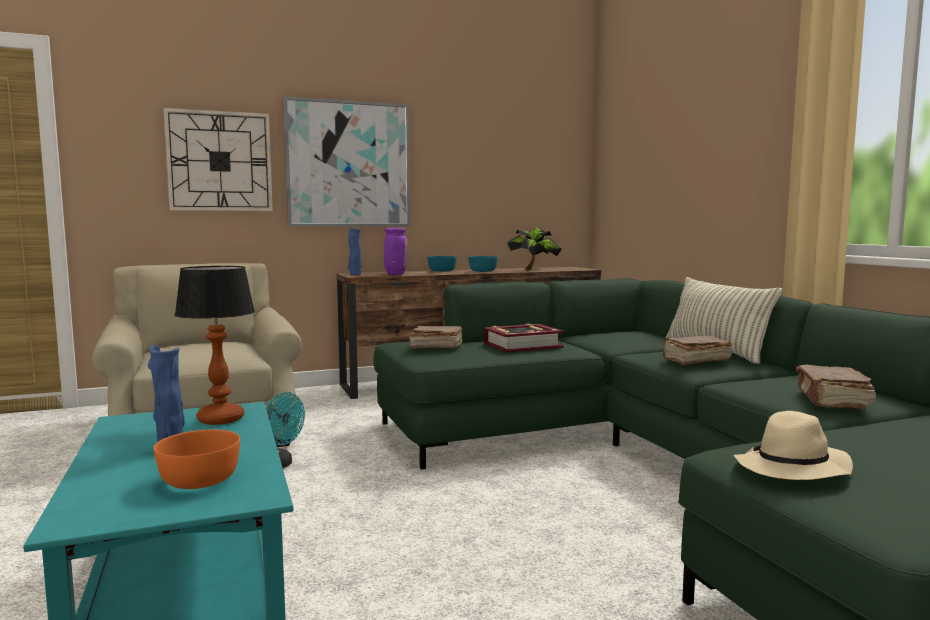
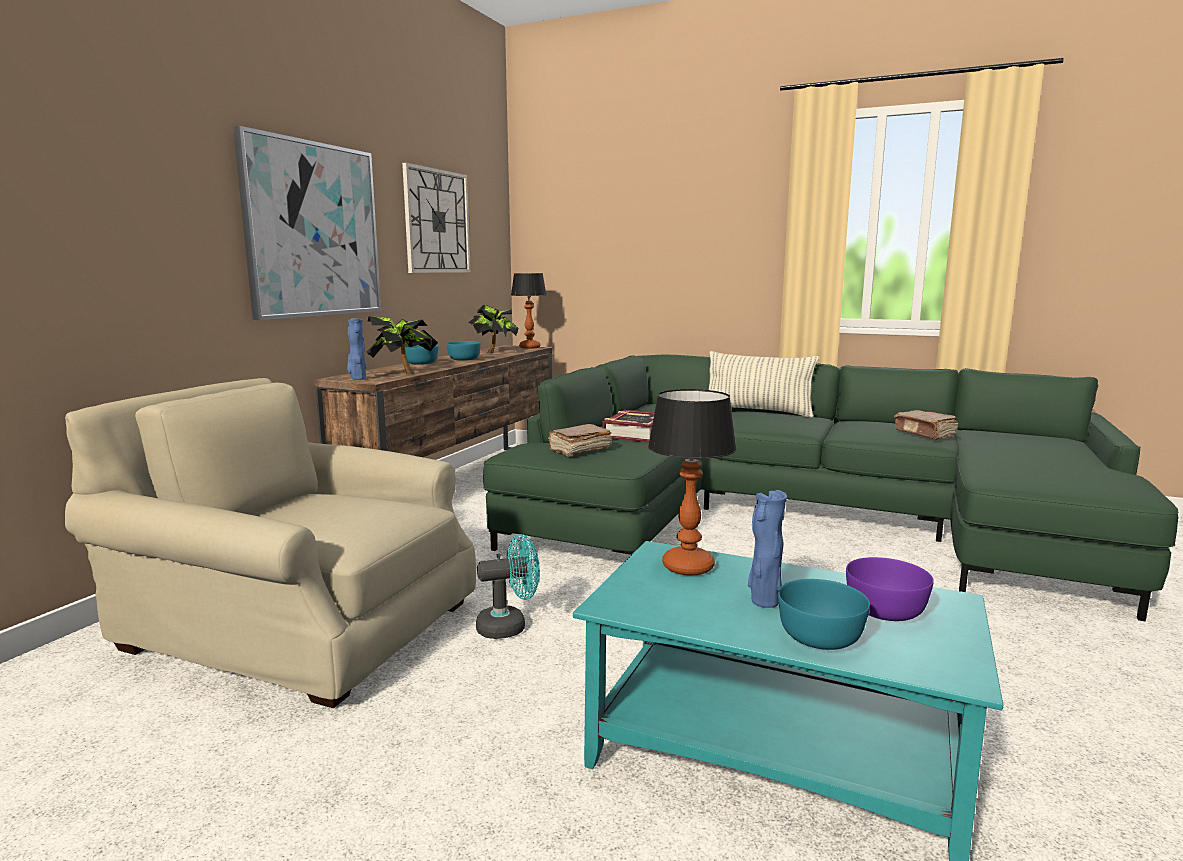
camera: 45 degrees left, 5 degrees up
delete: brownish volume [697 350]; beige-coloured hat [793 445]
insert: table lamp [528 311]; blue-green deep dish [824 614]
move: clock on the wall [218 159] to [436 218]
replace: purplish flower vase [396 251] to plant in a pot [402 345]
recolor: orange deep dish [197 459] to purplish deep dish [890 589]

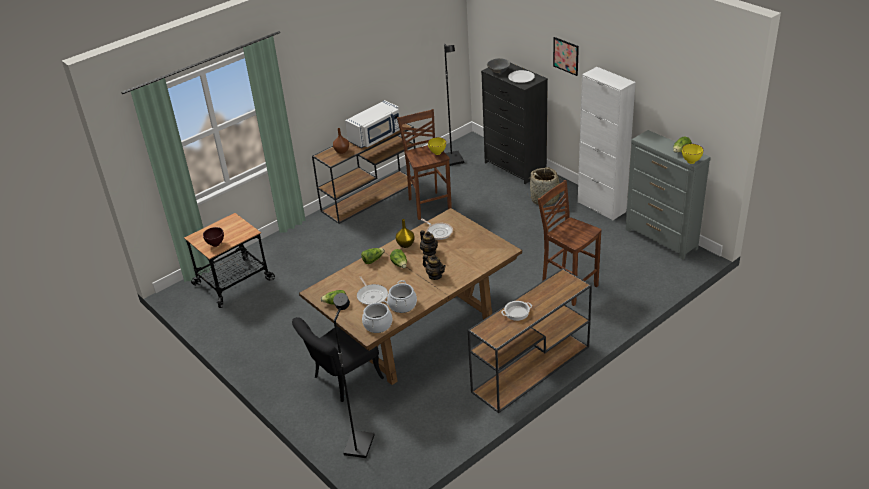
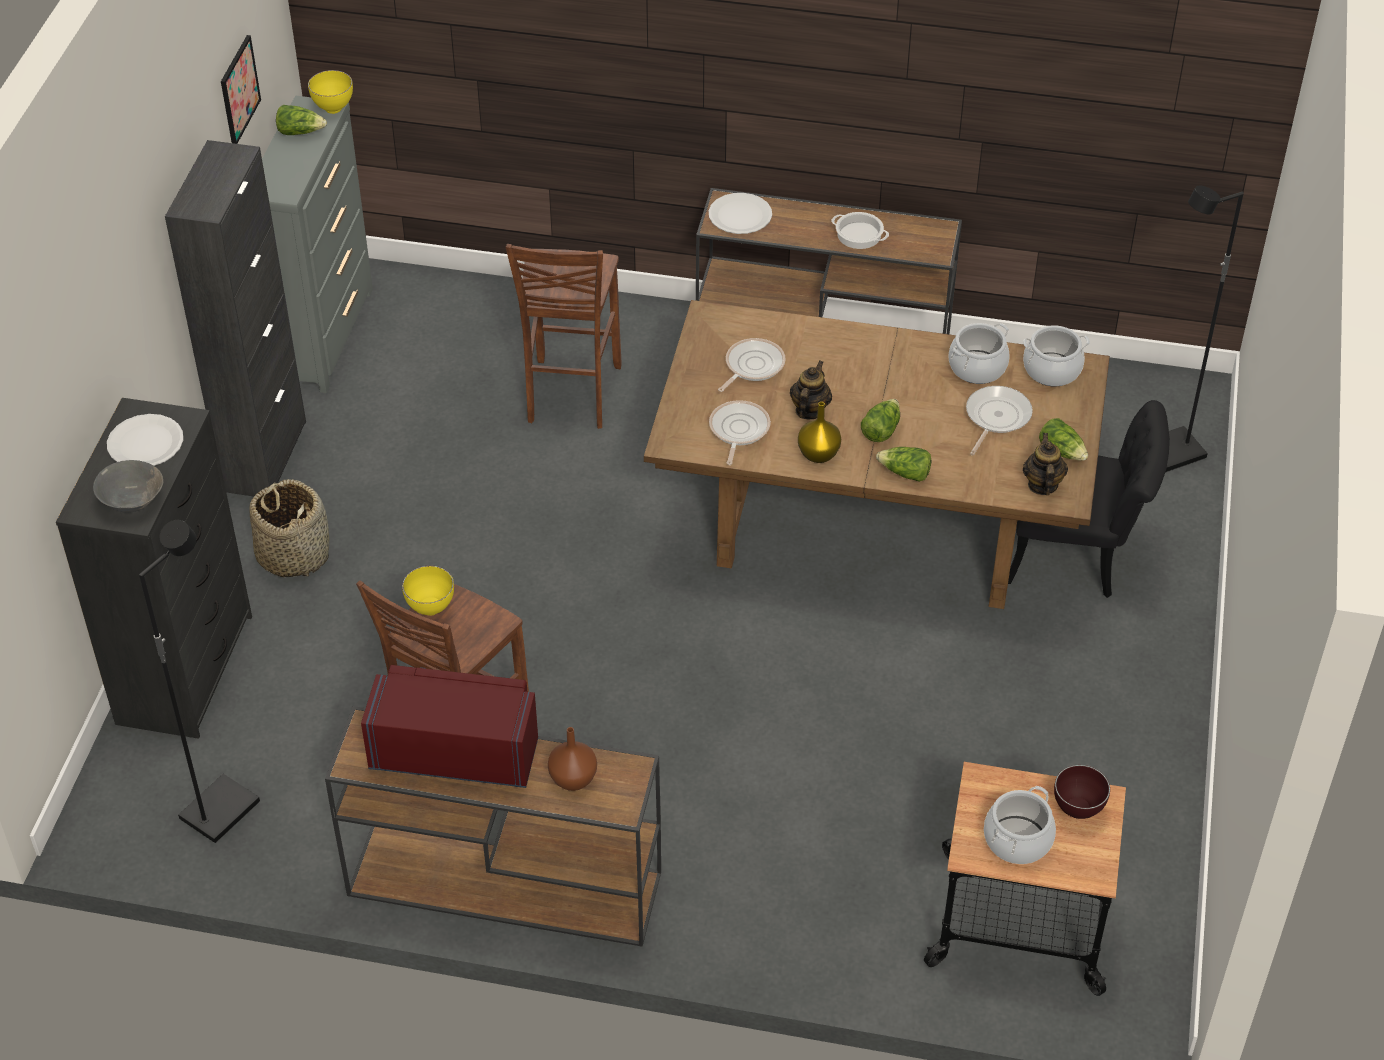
camera: 130 degrees left, 10 degrees up
insert: whitish dinner plate [740 213]; skillet [752 365]; cooking pot [1020 825]
move: picture [566 56] to [241 89]; pot for tea [434 267] to [1045 464]
recolor: whitish cupboard [607 144] to blackish cupboard [235 318]; whitish kitchen microwave [372 124] to red-coloured kitchen microwave [449 726]

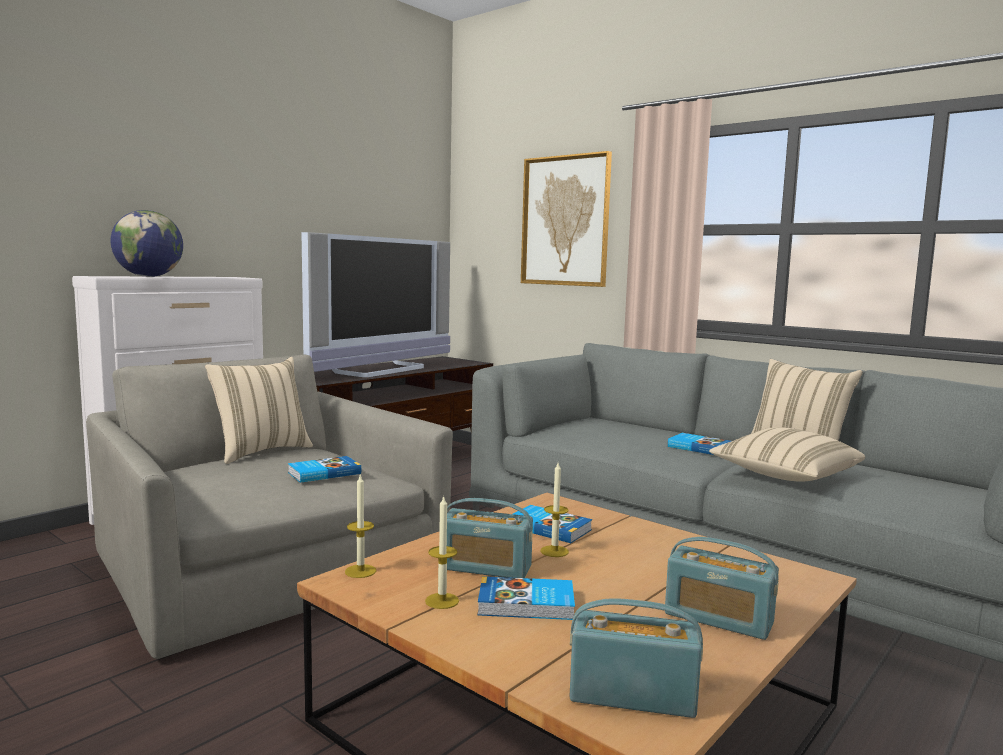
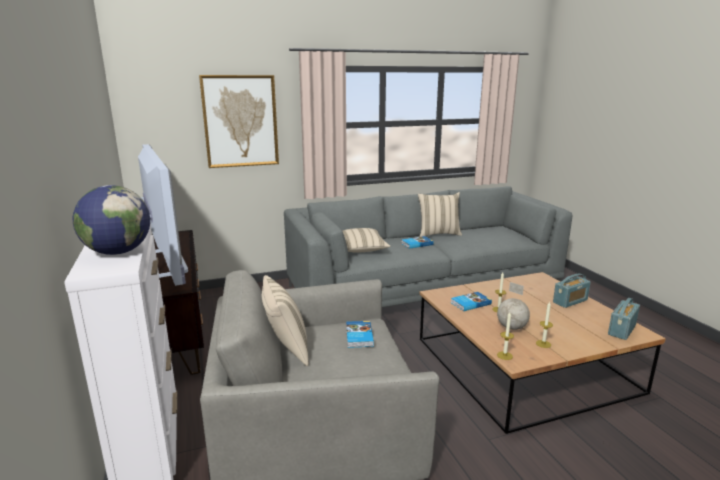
camera: 60 degrees left, 10 degrees up
delete: volume [526 598]
move: beige-coloured cushion [787 454] to [366 240]
replace: radio receiver [490 538] to desk globe [513 306]

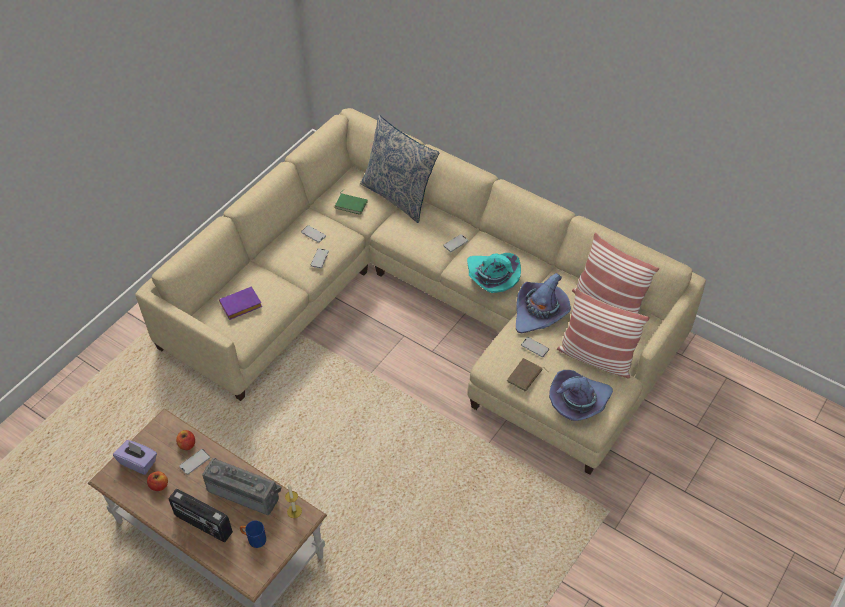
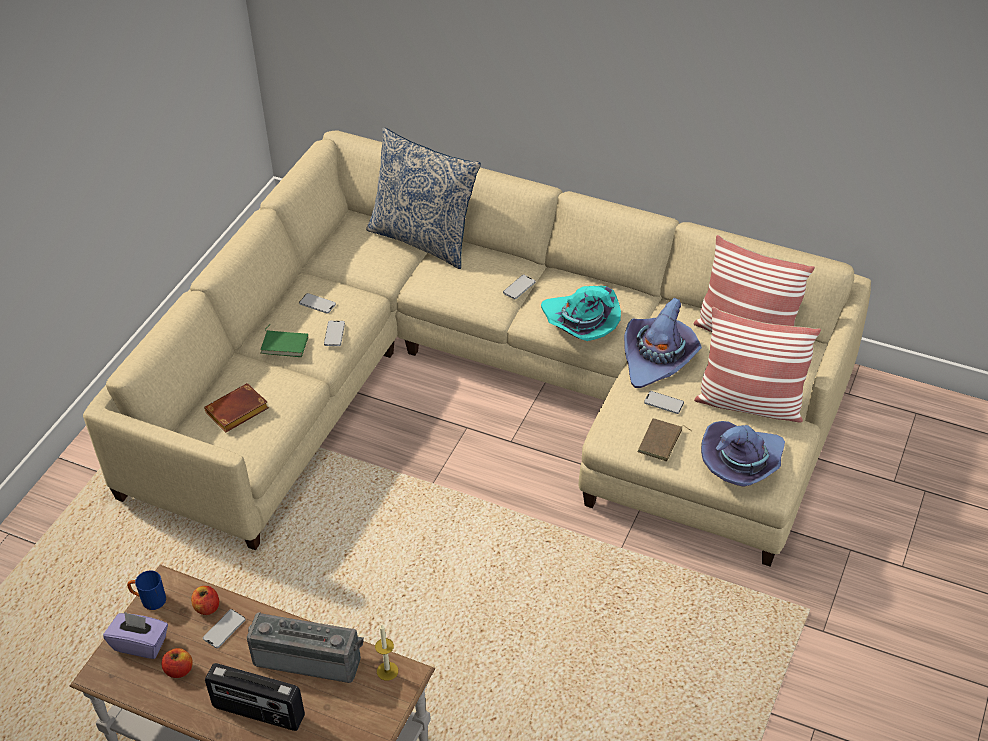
camera: 10 degrees left, 5 degrees down
move: green volume [351 203] to [284 341]; blue tea mug [253 534] to [146 590]
recolor: purplish volume [240 303] to brownish volume [236 407]

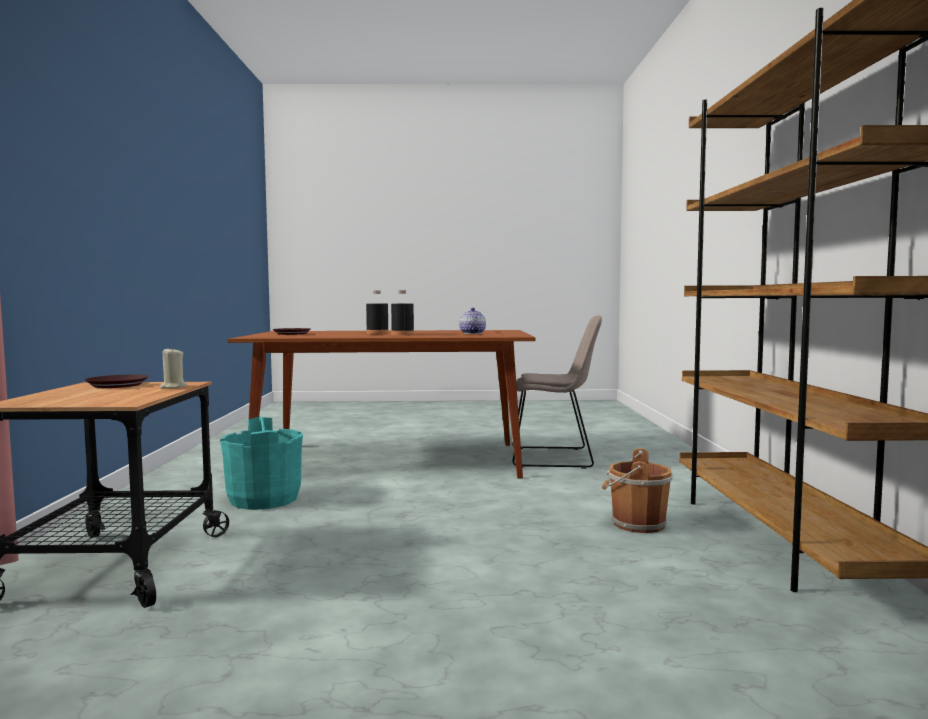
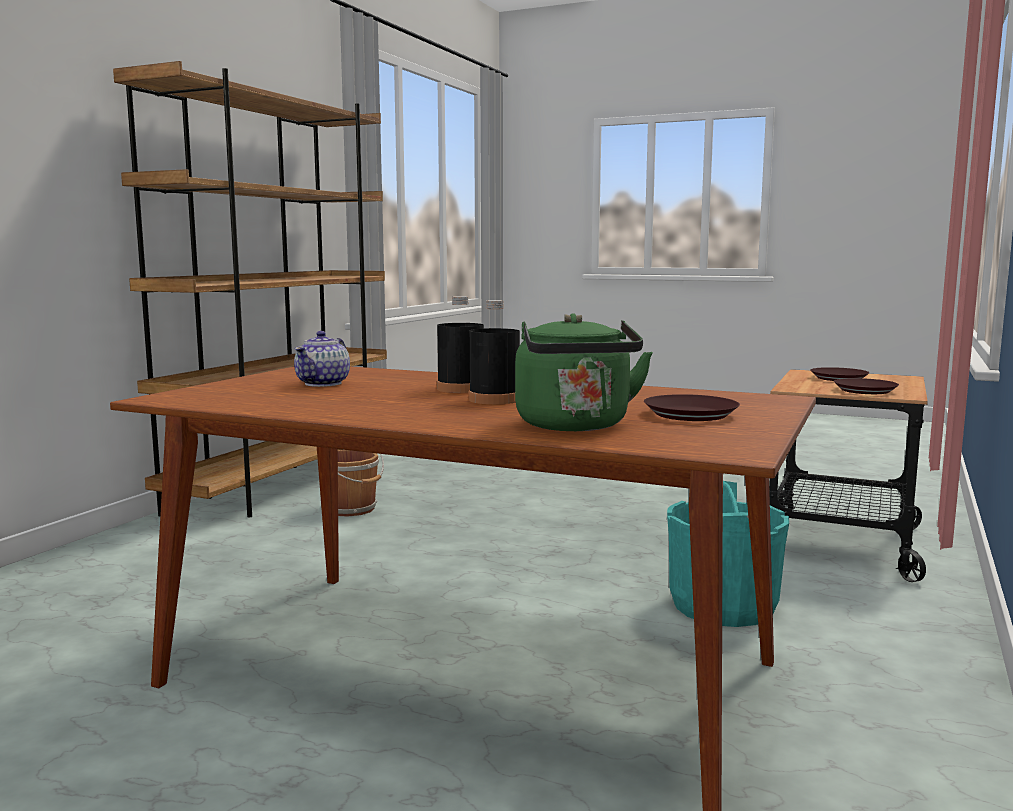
camera: 155 degrees left, 5 degrees up
delete: beige-coloured plain chair [557 392]; beige-coloured wax light [173 367]
insert: green kettle [584 372]; brownish dinner plate [839 374]

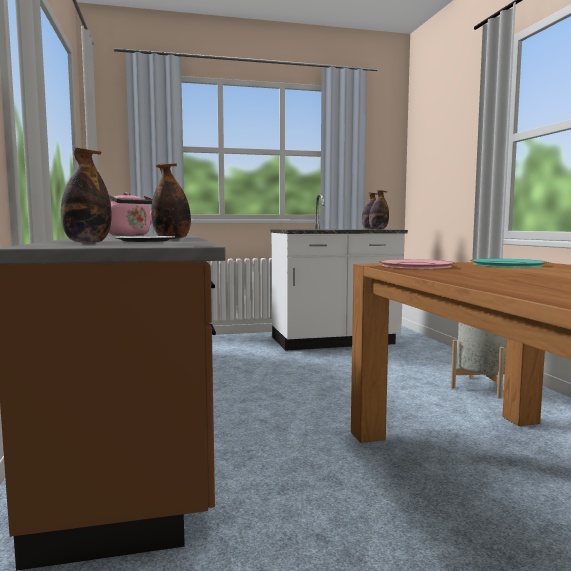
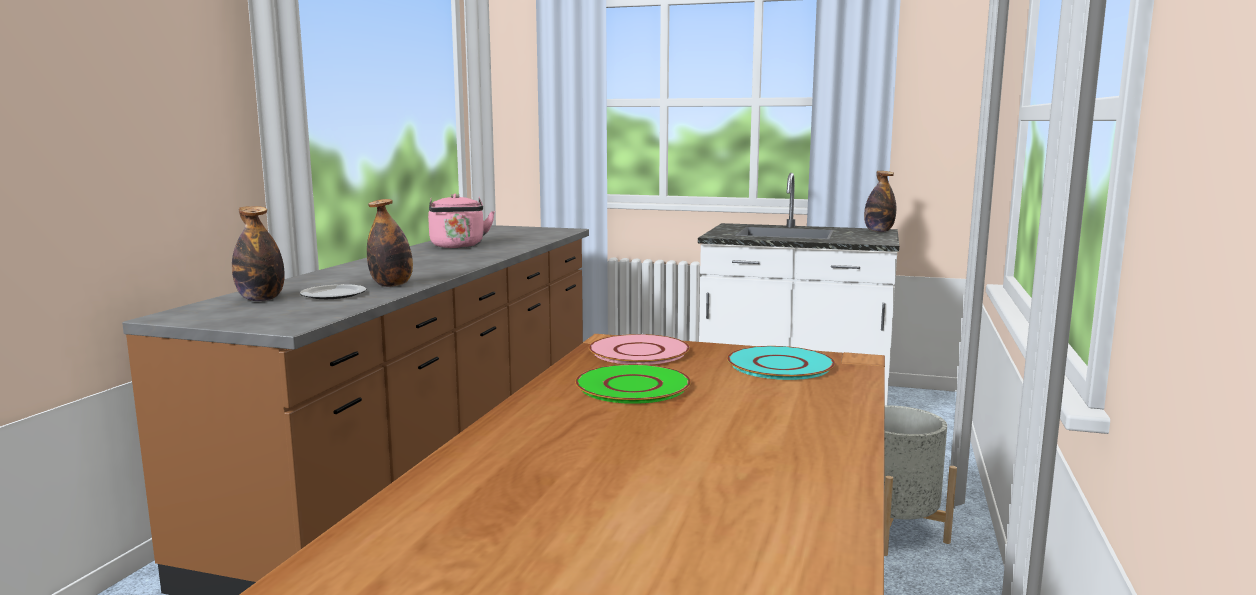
camera: 30 degrees right, 5 degrees up
delete: drink bottle [379 210]
insert: green dinner plate [633 384]

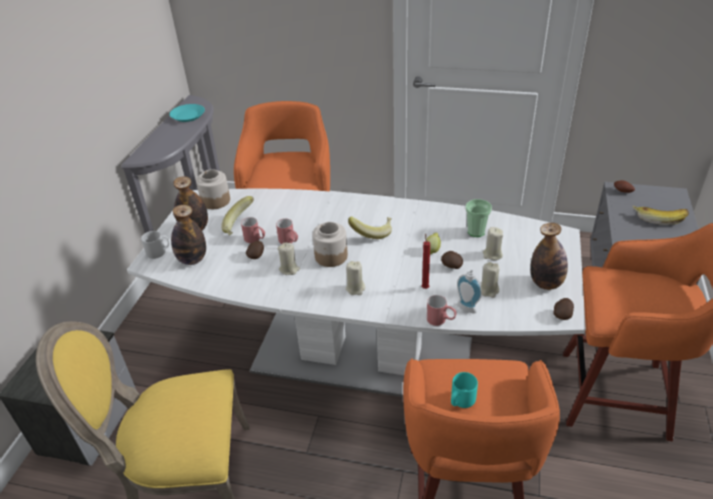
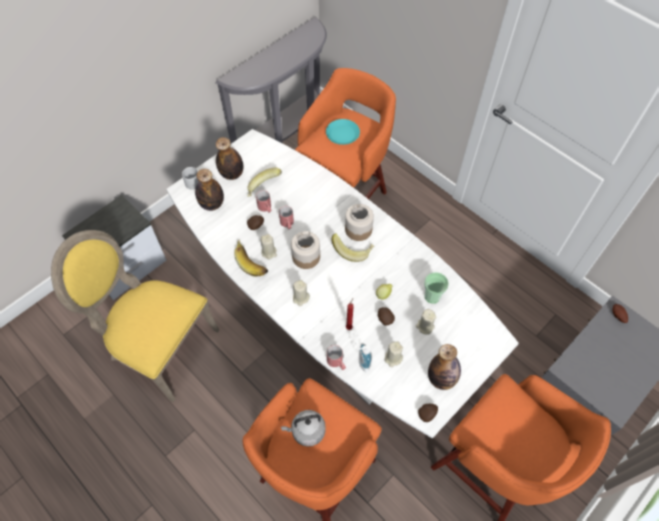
camera: 30 degrees right, 20 degrees up
move: blue-green dinner plate [187 113] to [343 132]; storage jar [213 189] to [359 222]; banana [661 215] to [251 258]
replace: blue-green tea mug [464 390] to greyish kettle [303 428]

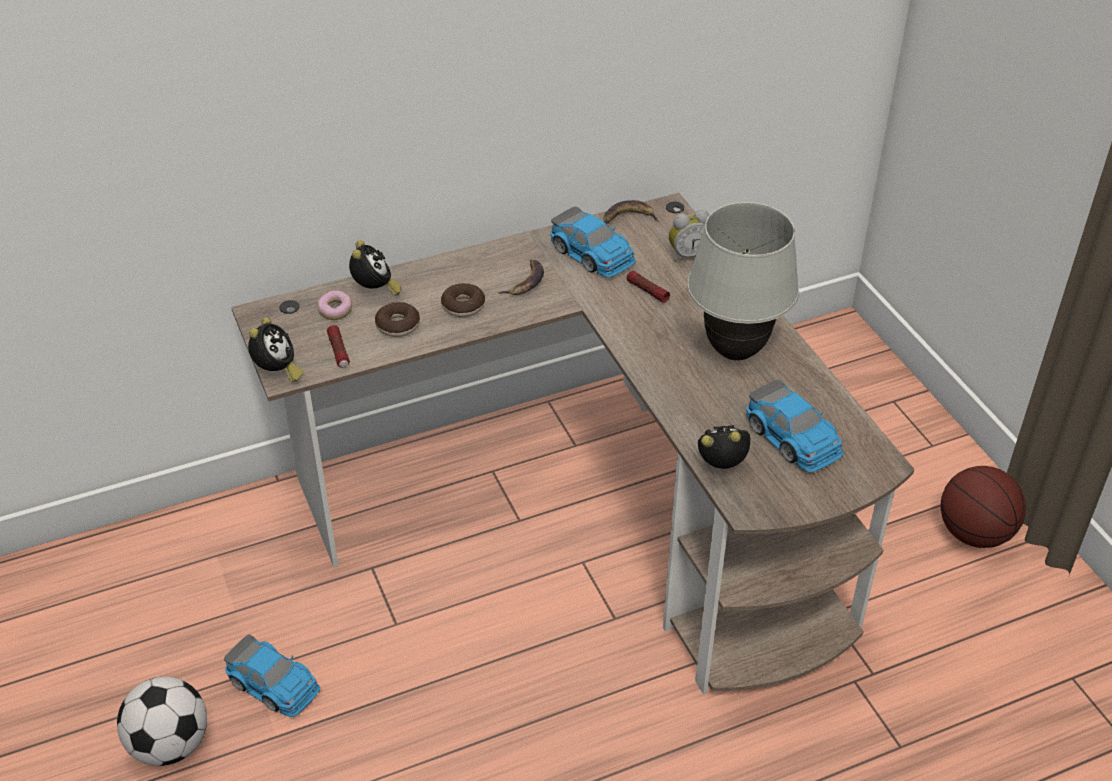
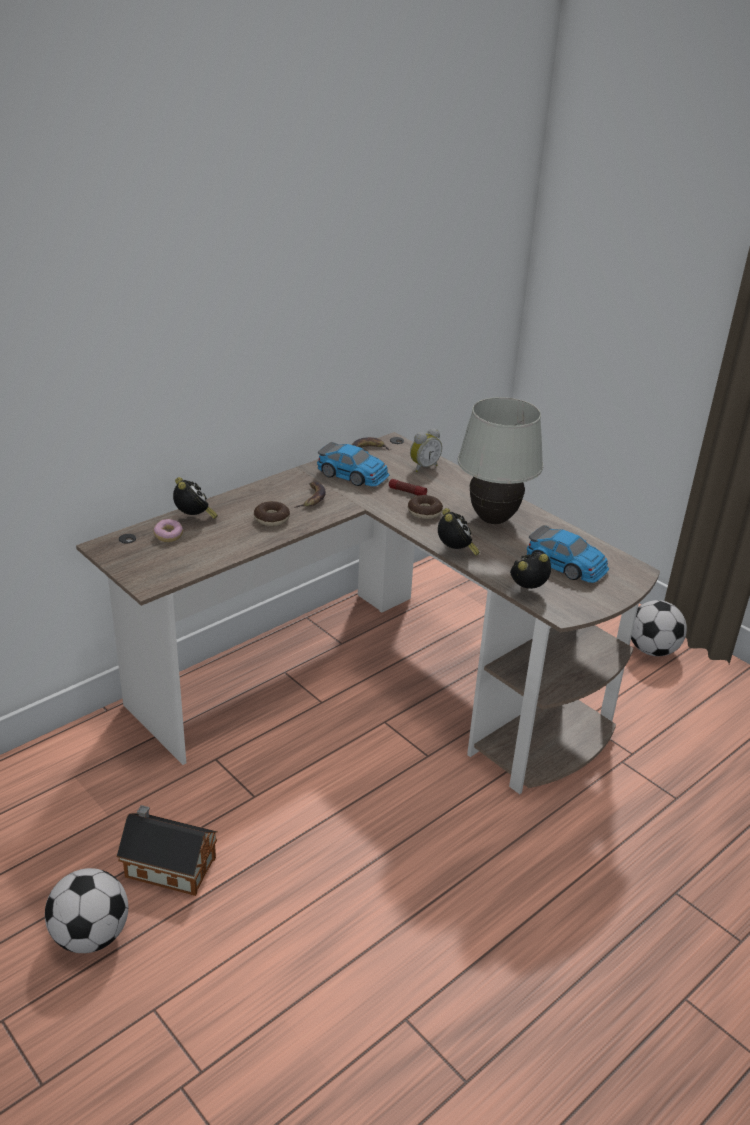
camera: 20 degrees left, 10 degrees down
delete: hand torch [338 346]
move: donut [397 319] to [425 507]; alarm clock [275 350] to [459 532]
replace: basketball [983 507] to ball for football [659 628]; model car [272 675] to model house [167 850]

